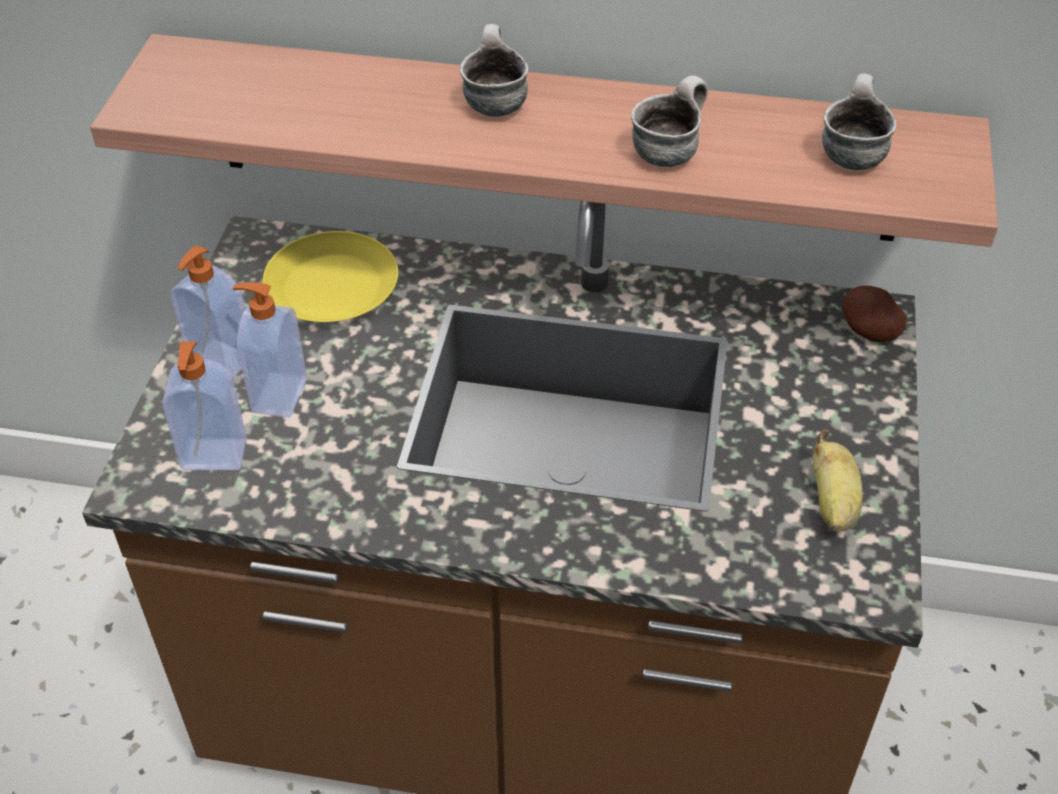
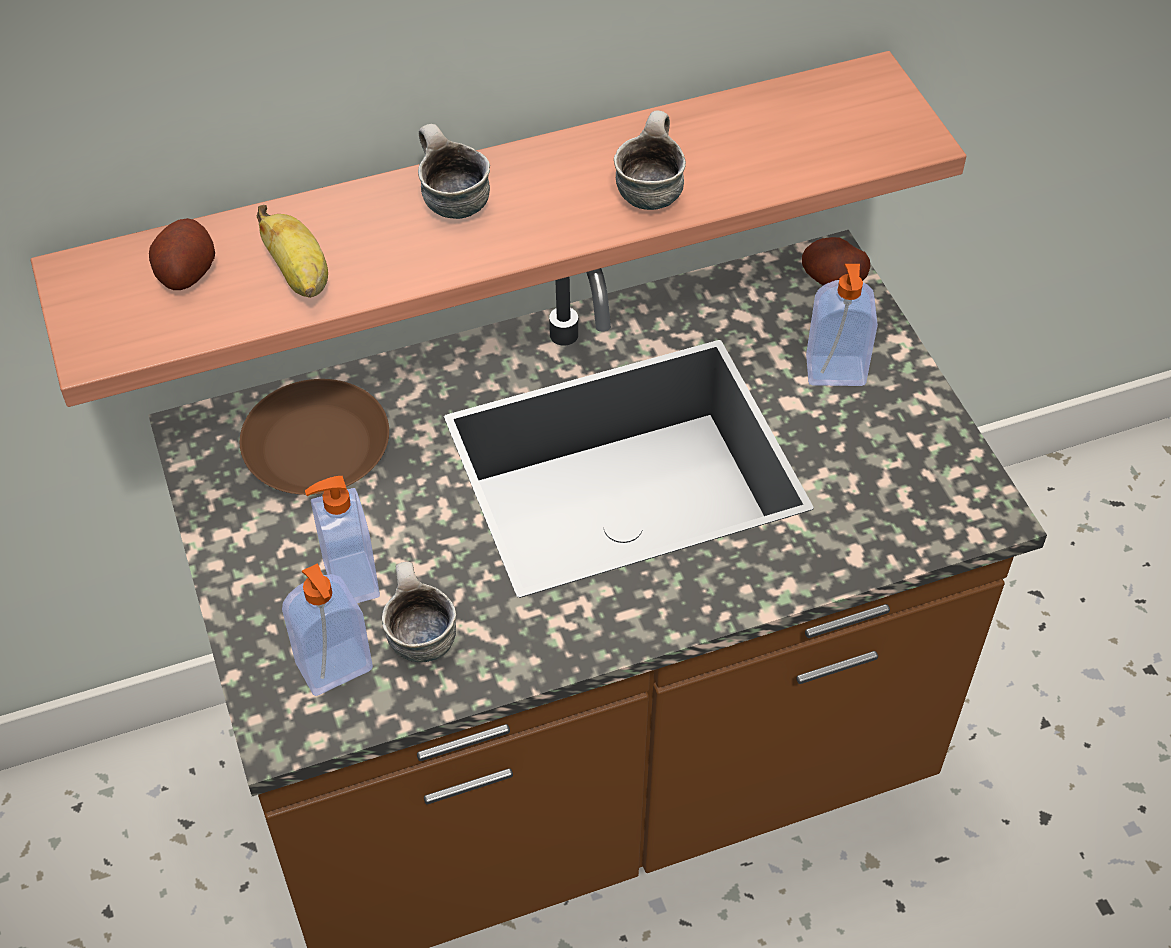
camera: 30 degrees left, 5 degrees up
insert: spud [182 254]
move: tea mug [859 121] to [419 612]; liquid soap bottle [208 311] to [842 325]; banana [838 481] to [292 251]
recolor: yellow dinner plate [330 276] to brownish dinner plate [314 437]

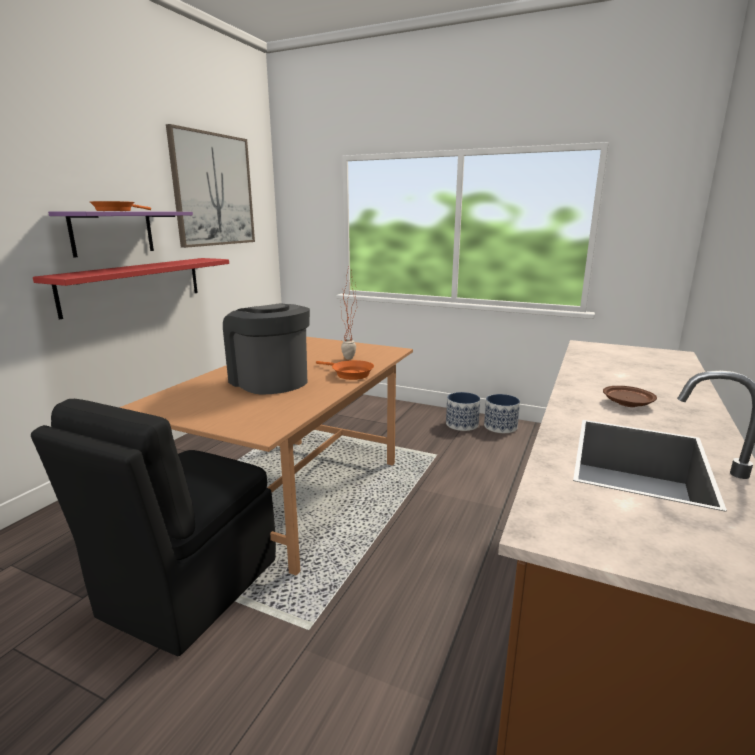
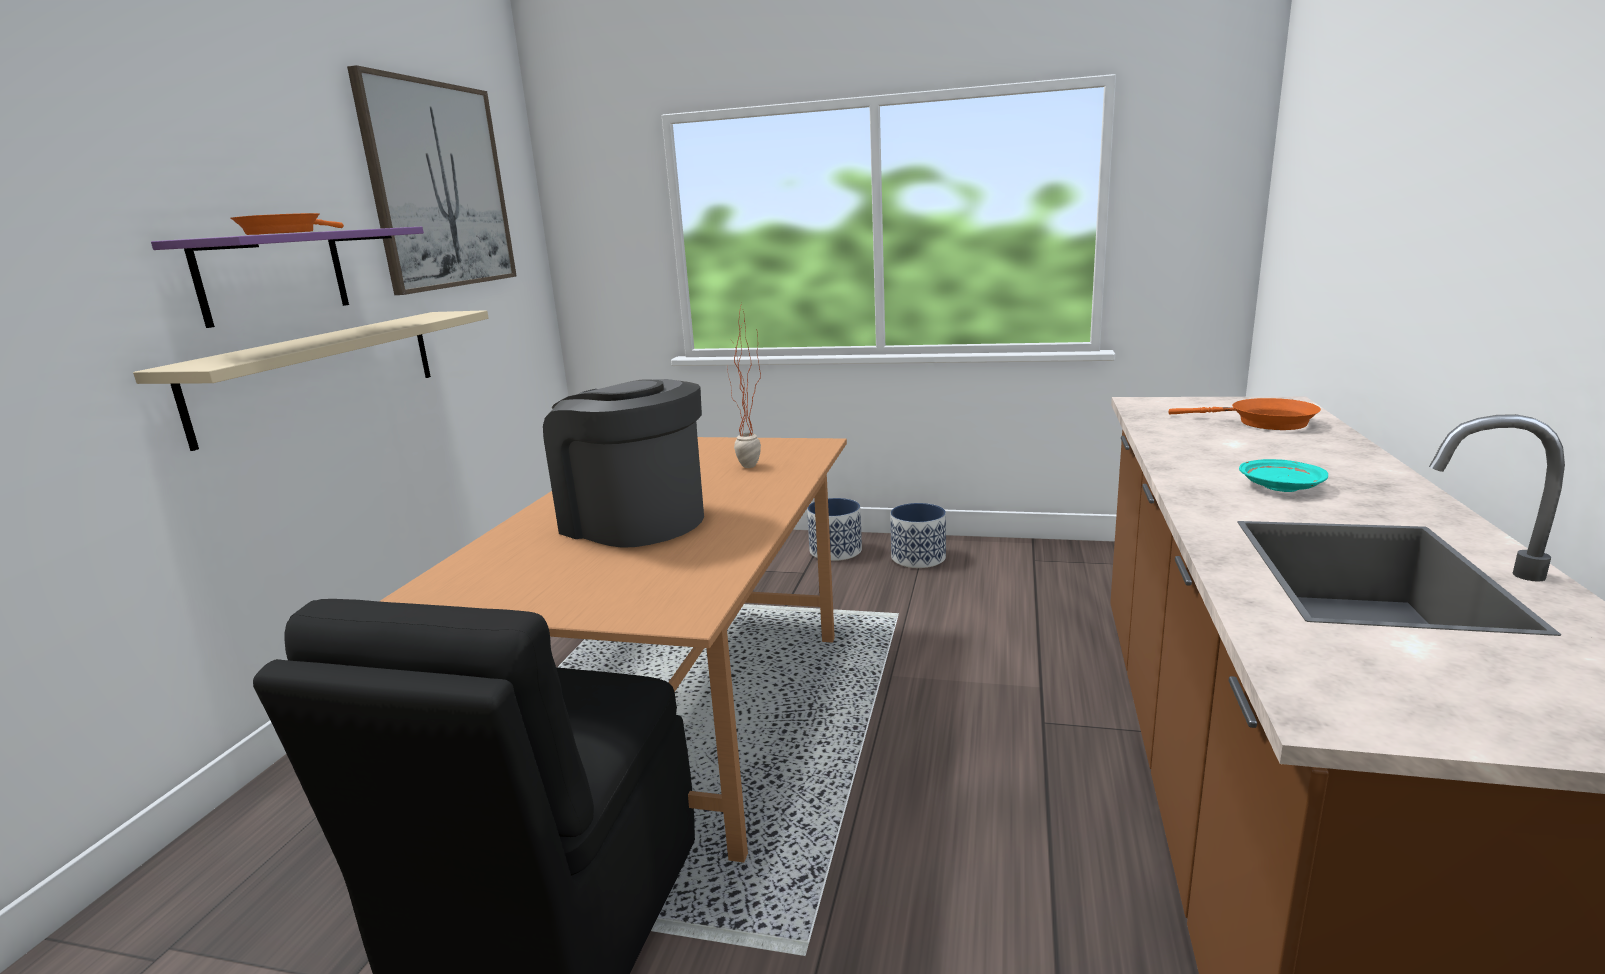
camera: 10 degrees left, 0 degrees up
move: orange skillet [345 370] to [1245 414]; plant pot [502 413] to [834 529]
recolor: red-coloured shelf [131 289] to beige-coloured shelf [310 380]; brownish dinner plate [630 396] to blue-green dinner plate [1283 475]

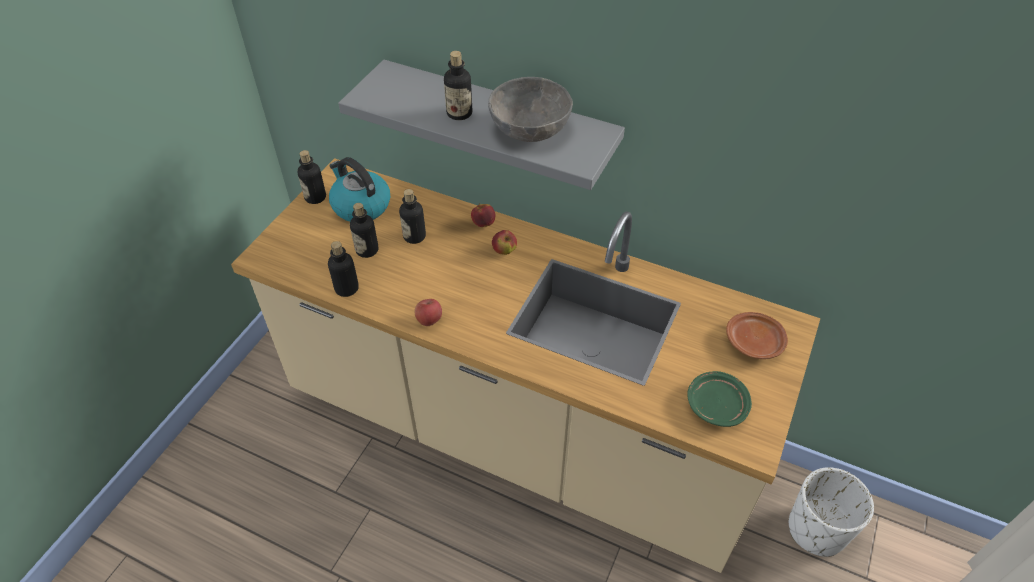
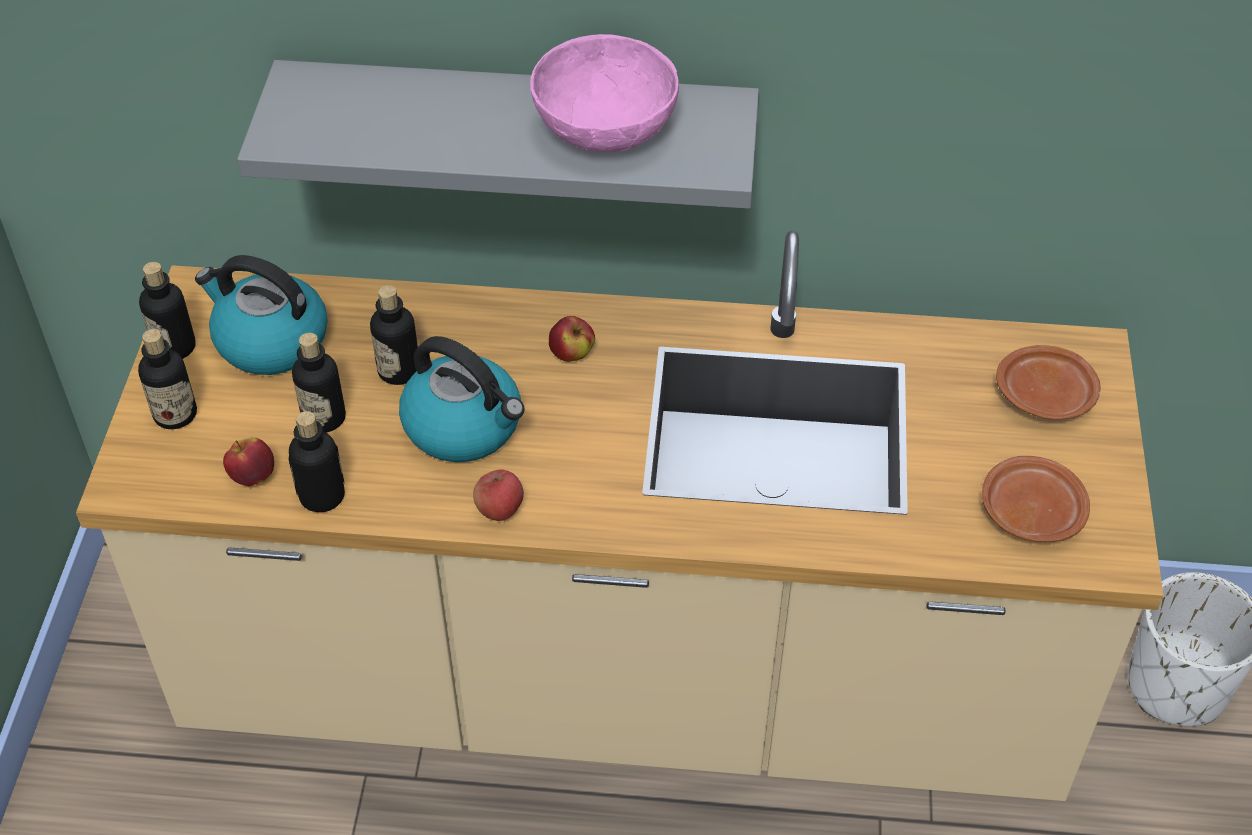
camera: 20 degrees left, 0 degrees up
insert: kettle [461 399]
move: drink bottle [458 85] to [167 379]; whole apple [483 215] to [248 461]
recolor: greyish deep dish [530 109] to pink-coloured deep dish [604 93]; green dinner plate [719 399] to brownish dinner plate [1036 499]

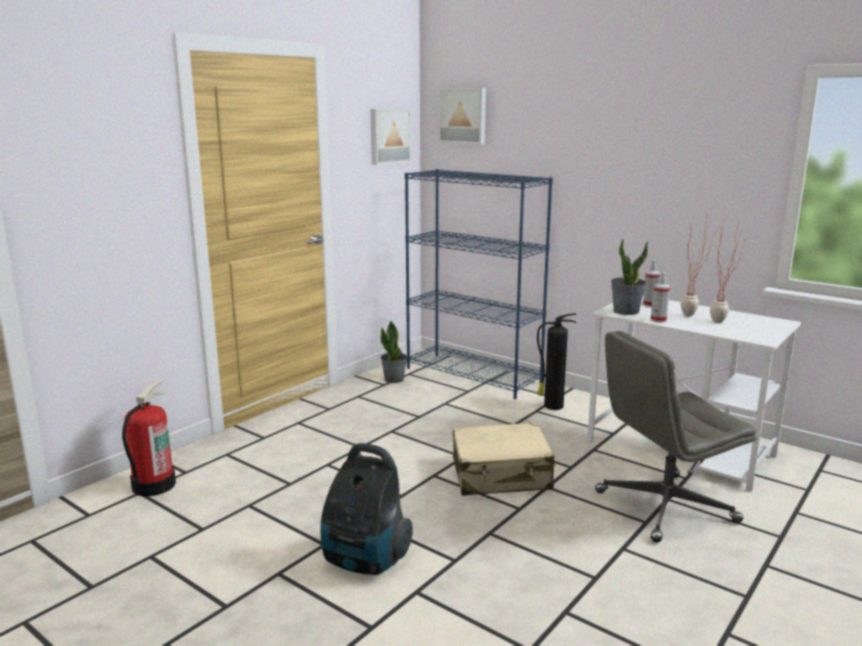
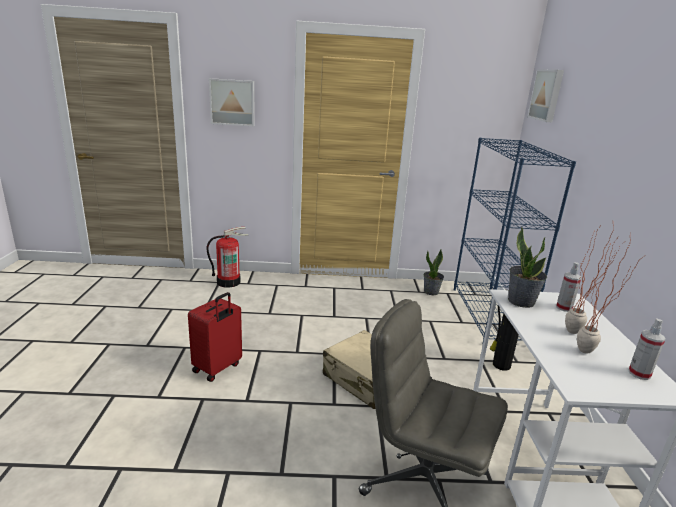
camera: 50 degrees right, 5 degrees up
move: picture [391 136] to [232 102]; sprayer [660 297] to [647 349]
replace: hoover [366 509] to red-coloured suitcase [215 337]

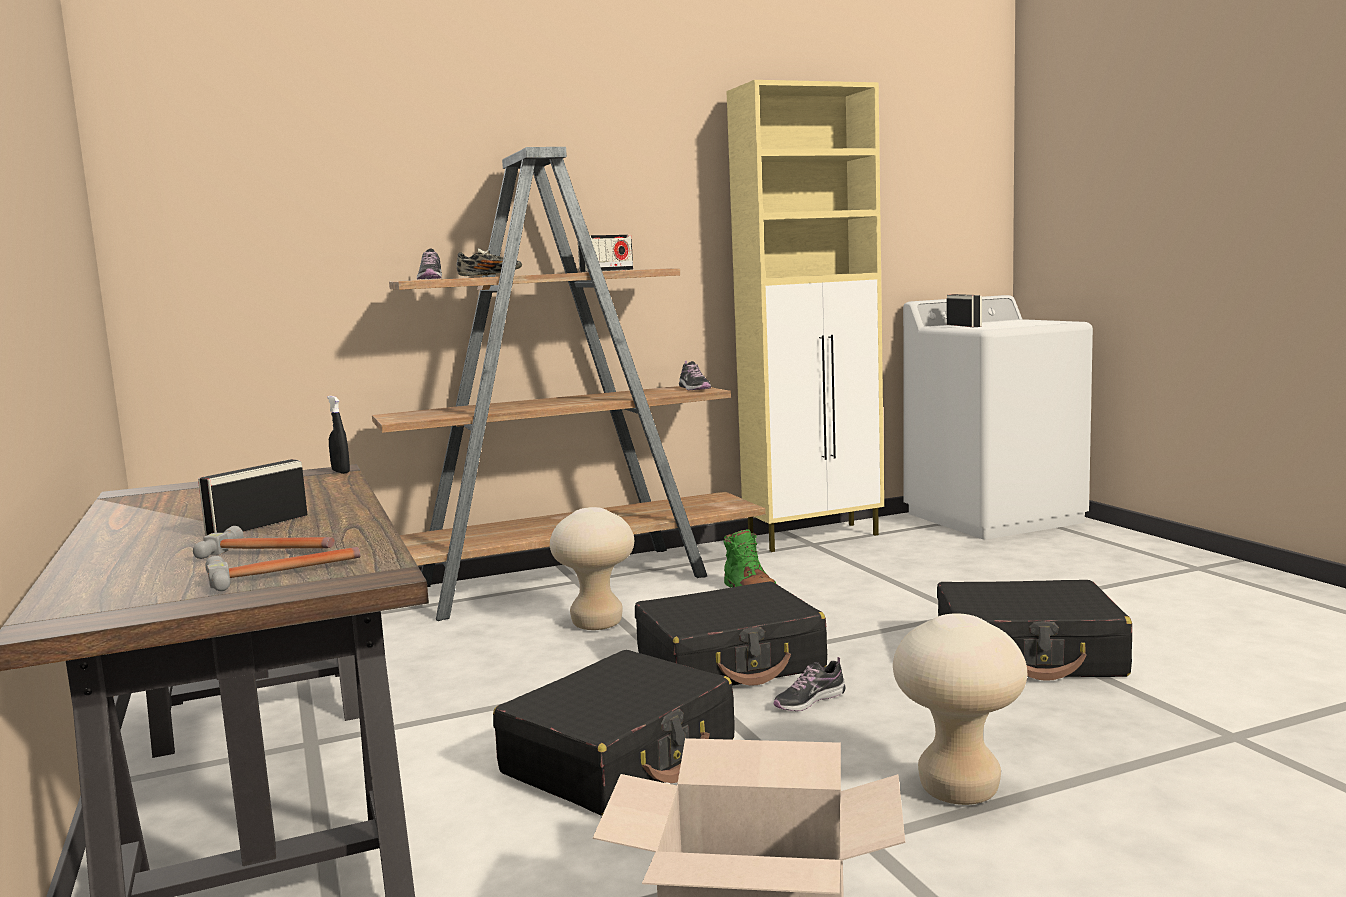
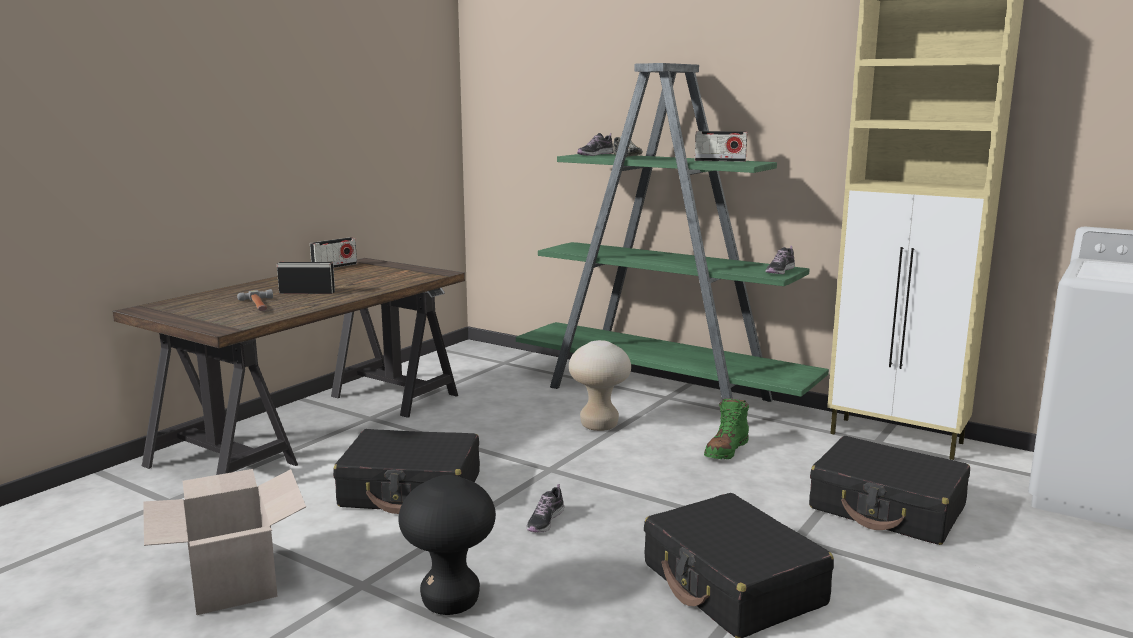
camera: 55 degrees right, 5 degrees up
delete: blackish sprayer [338 435]; tool hammer [283 569]
move: radio receiver [964 310] to [333 252]; blackish suitcase [731 634] to [889 490]
recolor: brownish shelving unit [569 384] to green shelving unit [672 232]; beige-coloured stool [960 709] to blackish stool [447 545]
rotate: shoe [809 684] = [545 508] 90 degrees counterclockwise

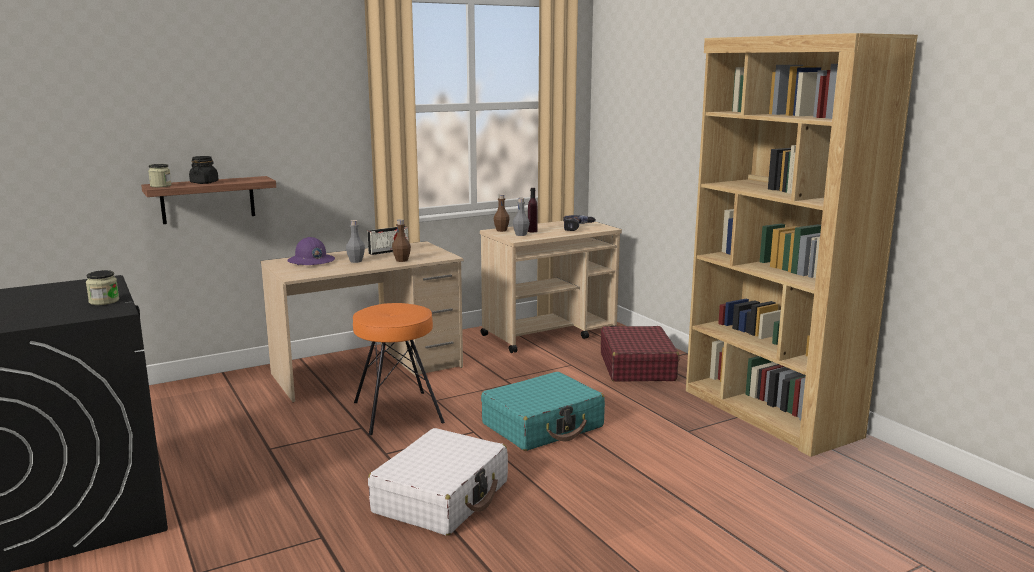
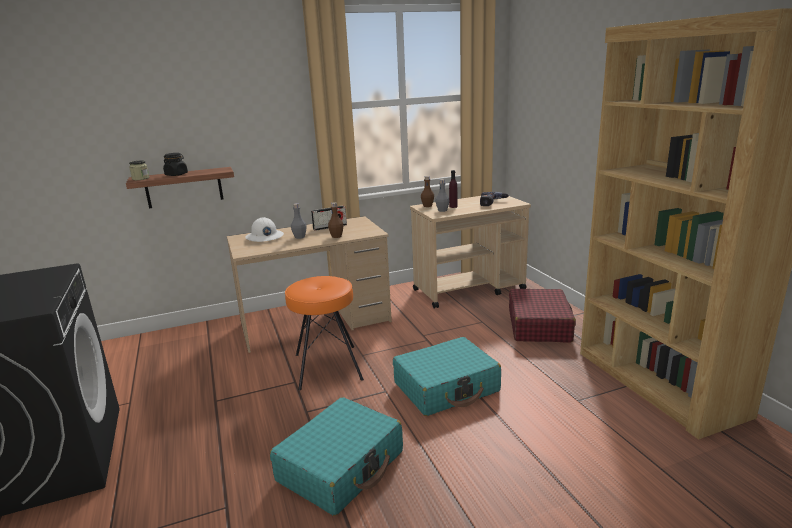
camera: 10 degrees right, 5 degrees up
delete: storage jar [102 287]
recolor: purplish hard hat [311 251] to whitish hard hat [264 229]; whitish suitcase [438 482] to blue-green suitcase [336 456]

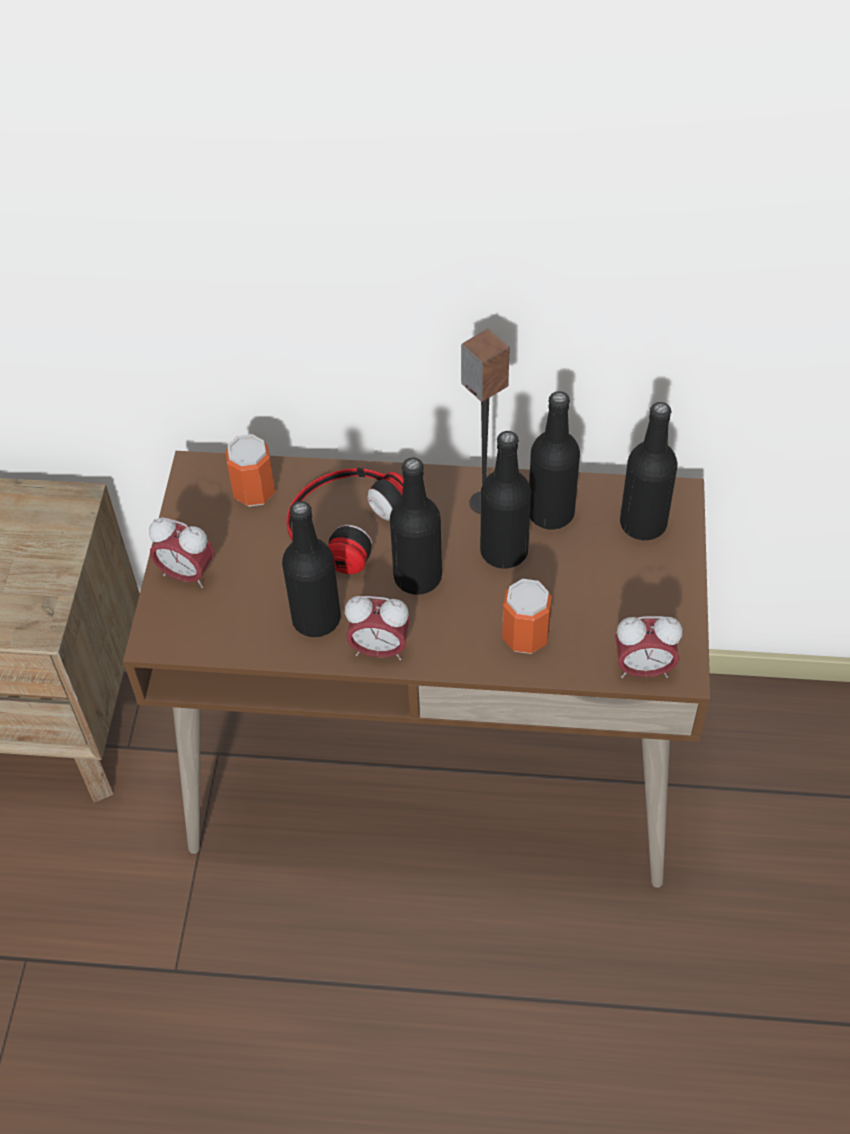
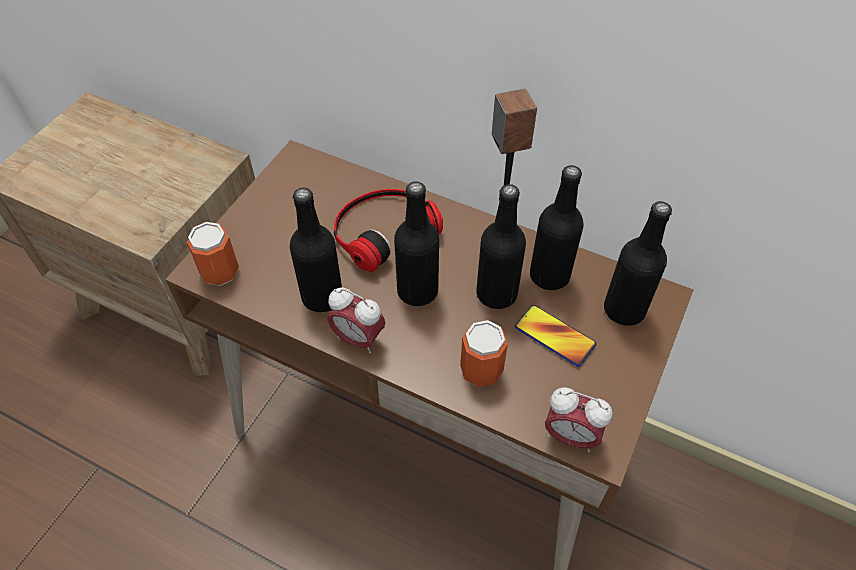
camera: 20 degrees right, 0 degrees up
delete: alarm clock [181 552]
insert: handset [555 336]
move: can [250 470] to [213 254]

